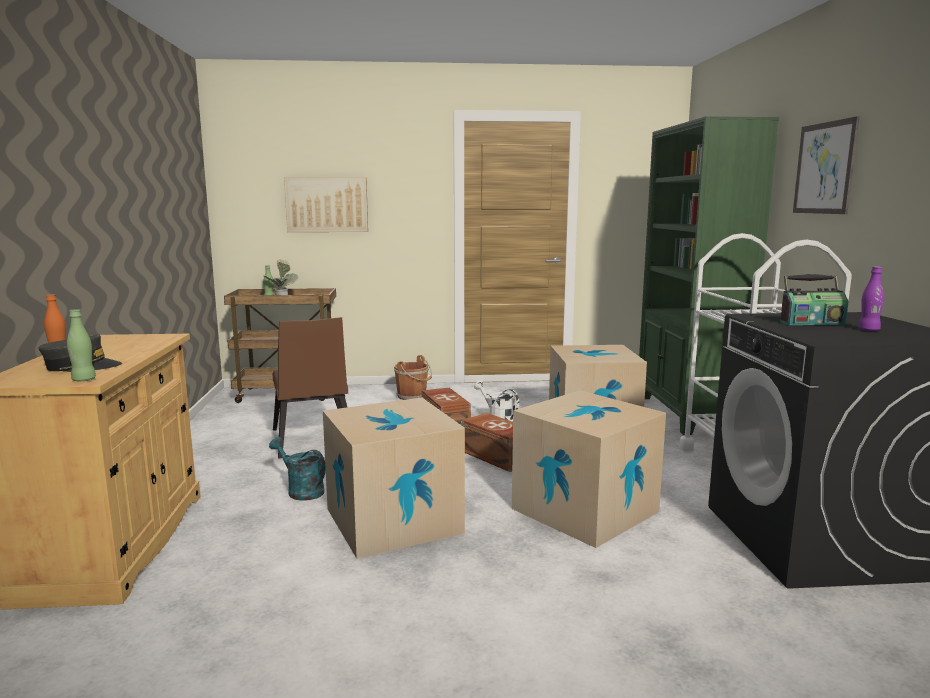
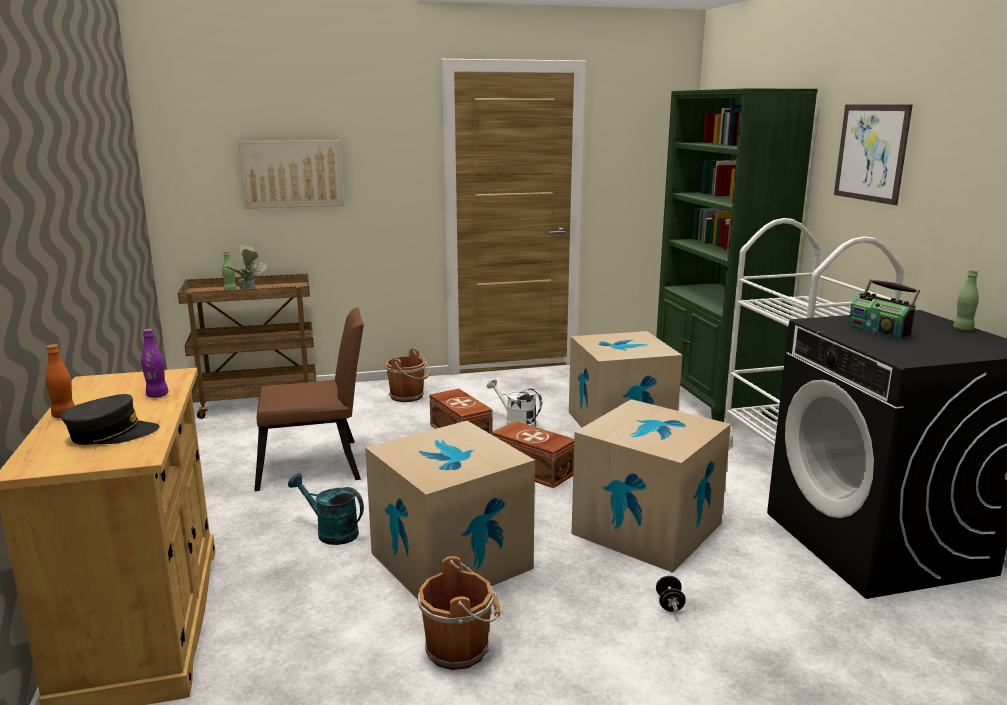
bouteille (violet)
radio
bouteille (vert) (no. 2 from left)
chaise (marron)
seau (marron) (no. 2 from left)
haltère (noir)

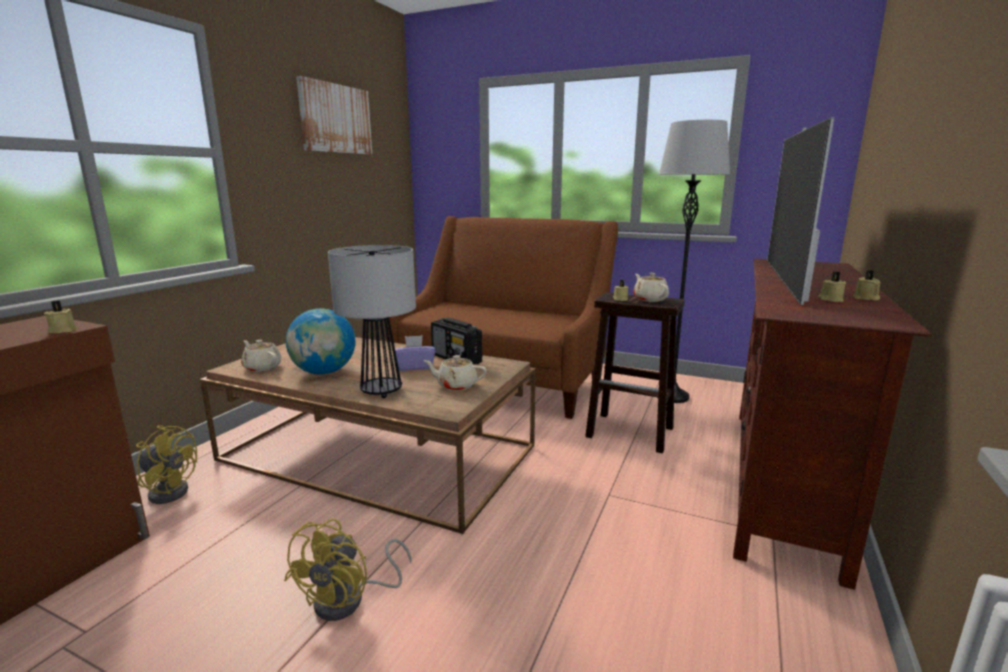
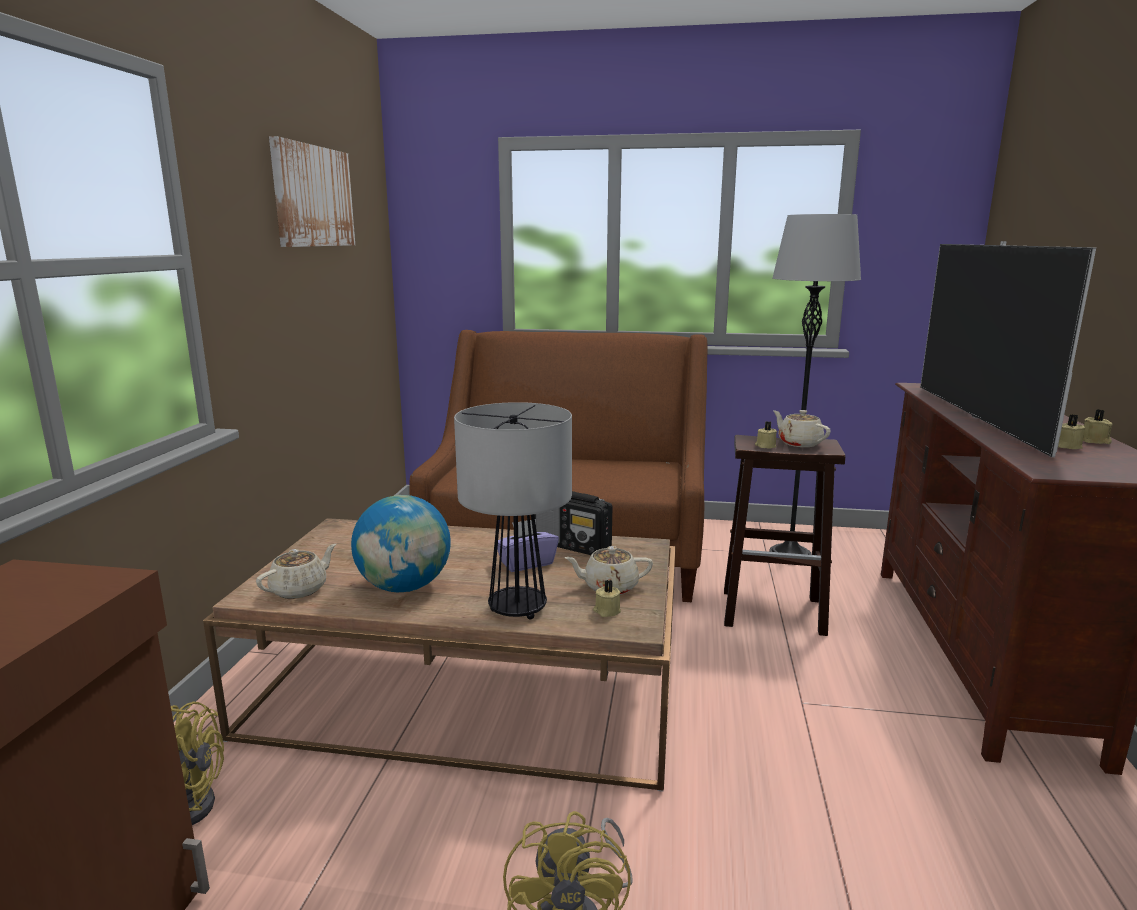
bougie (beige) (no. 1 from left)
théière (beige) (no. 1 from left)

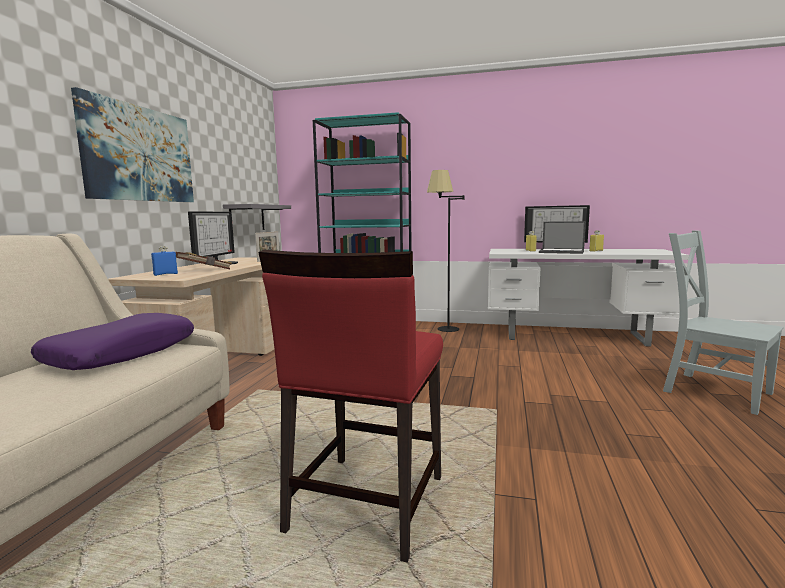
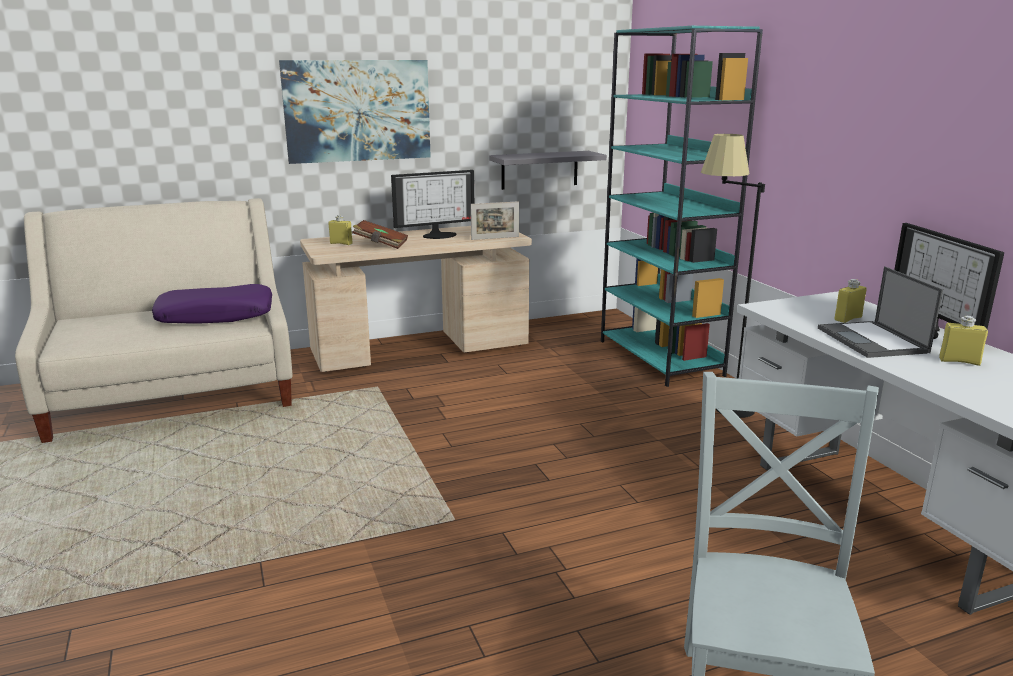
bouteille (jaune) (no. 1 from left)
chaise (rouge)

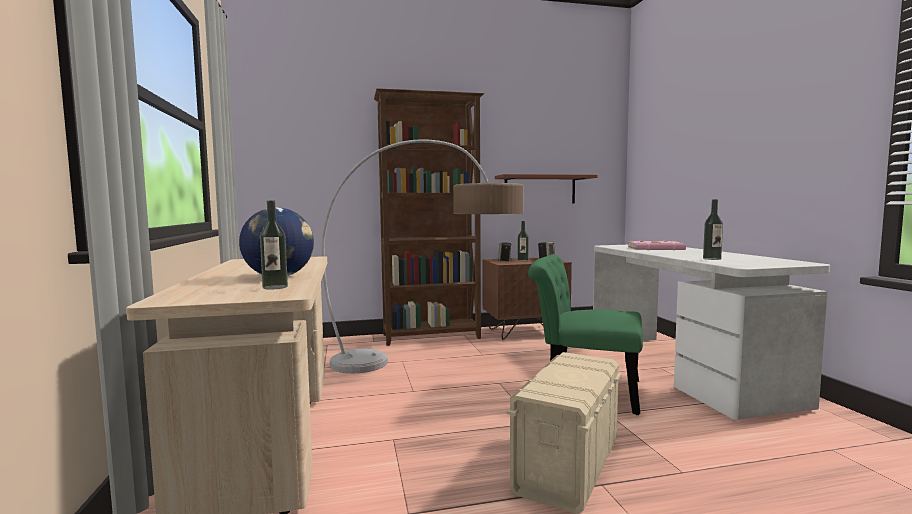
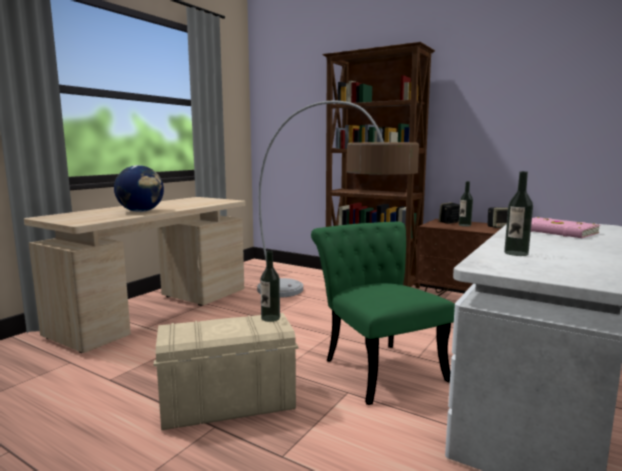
étagère
bouteille (no. 1 from left)

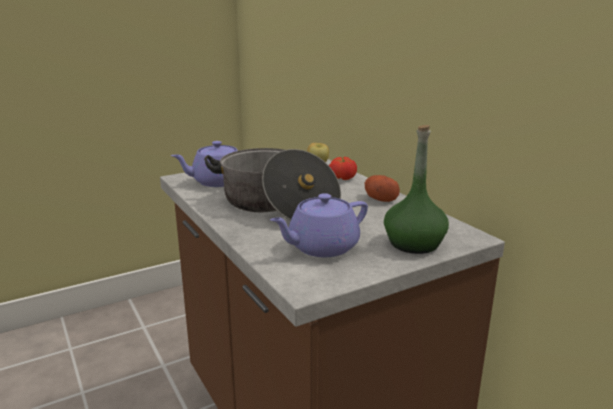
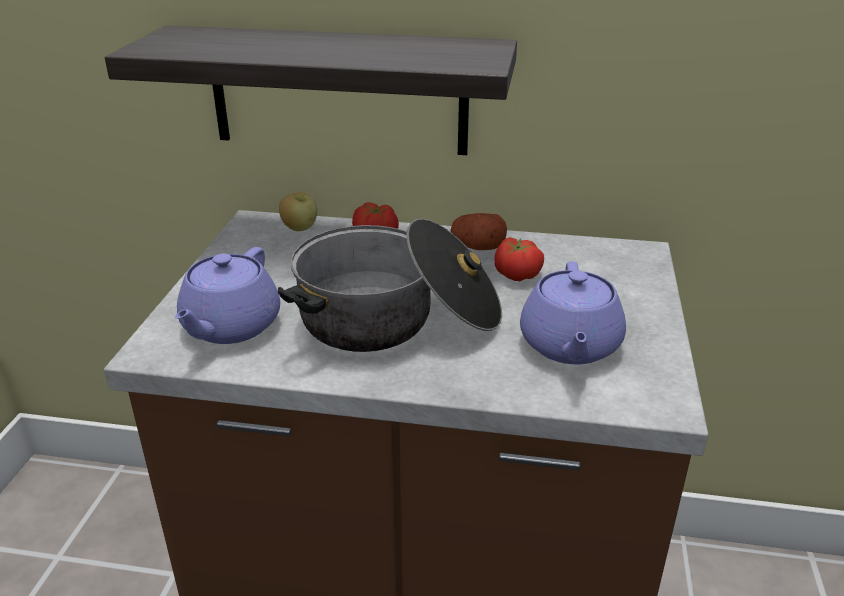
bouteille (vert)
étagère
tomate (no. 2 from left)

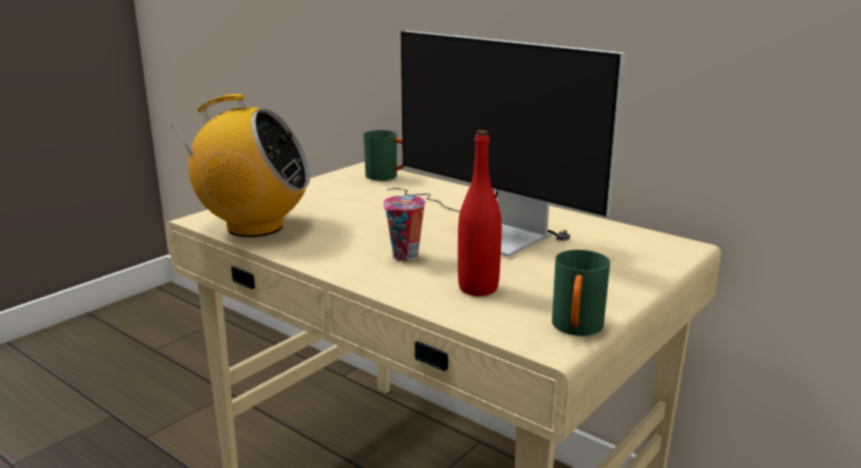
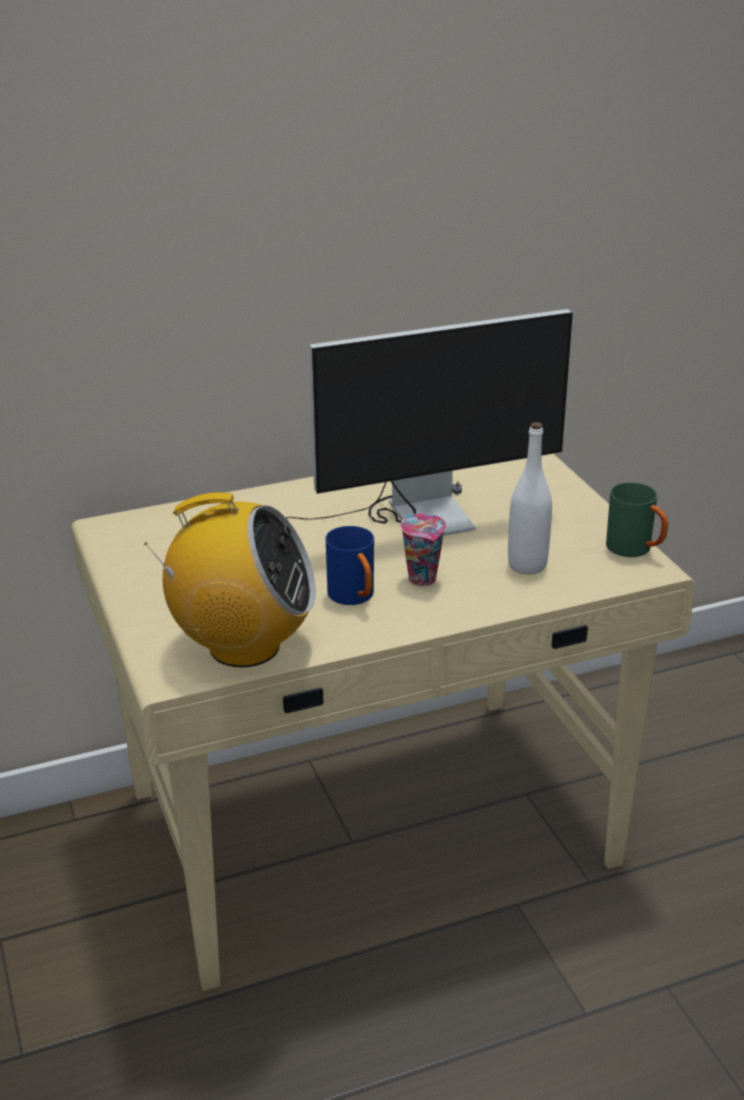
radio
mug (vert) (no. 1 from left in the first image)
bouteille (blanc)
mug (bleu)

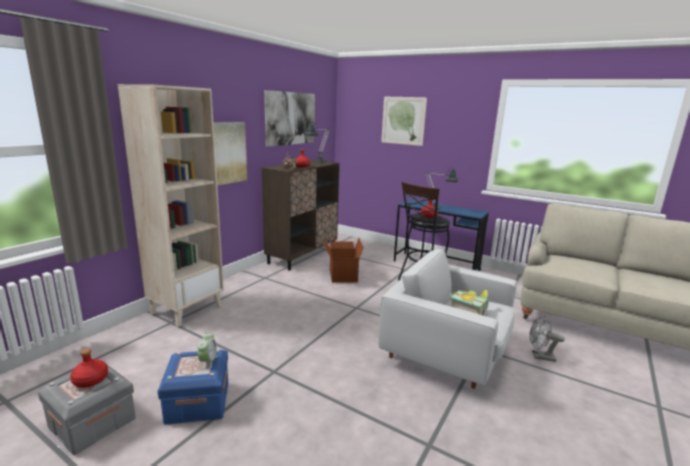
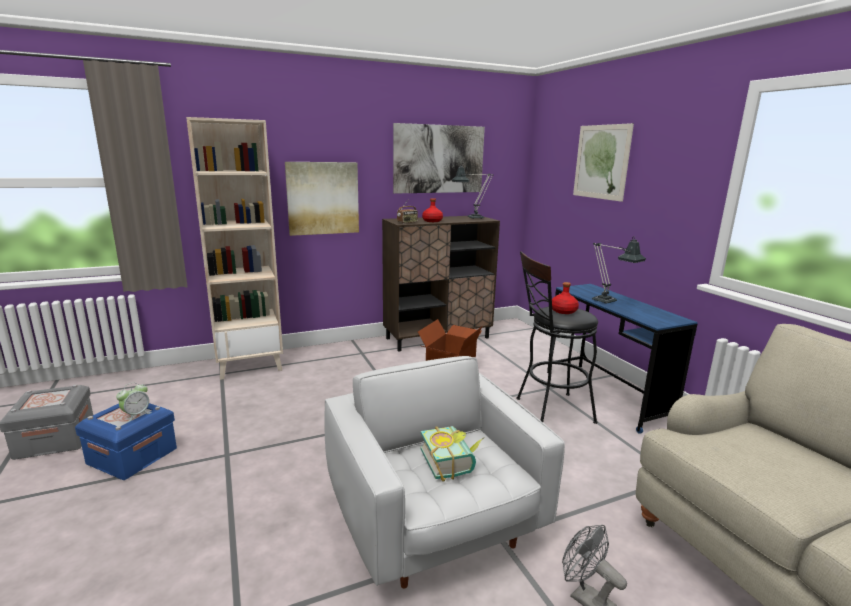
bouteille (rouge) (no. 1 from left in the first image)

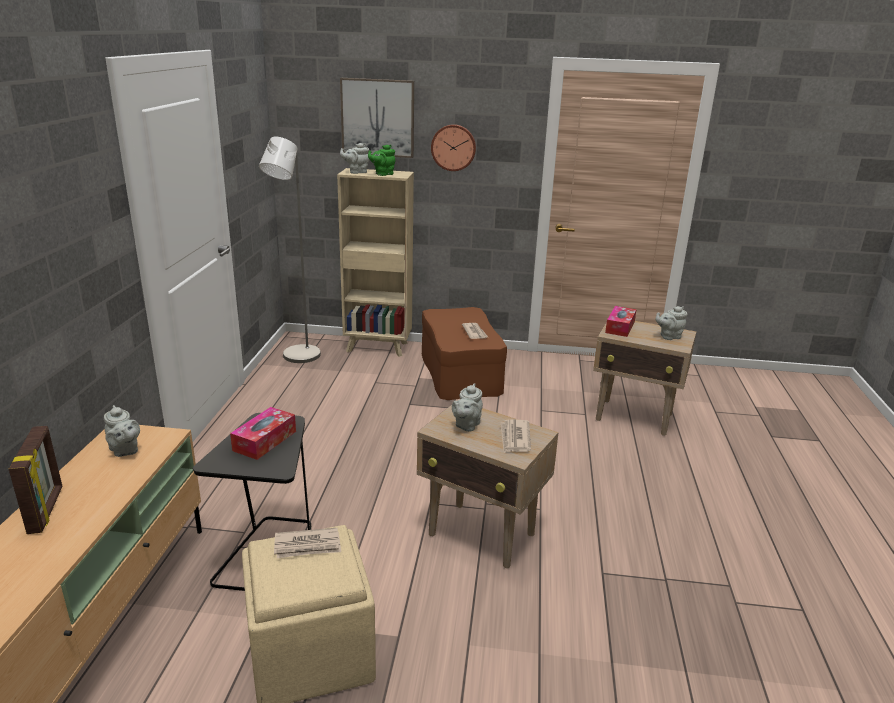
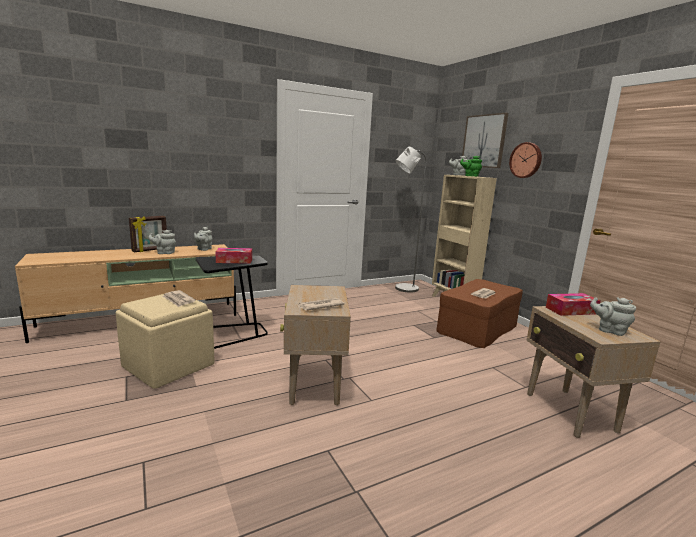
théière (gris) (no. 1 from left)

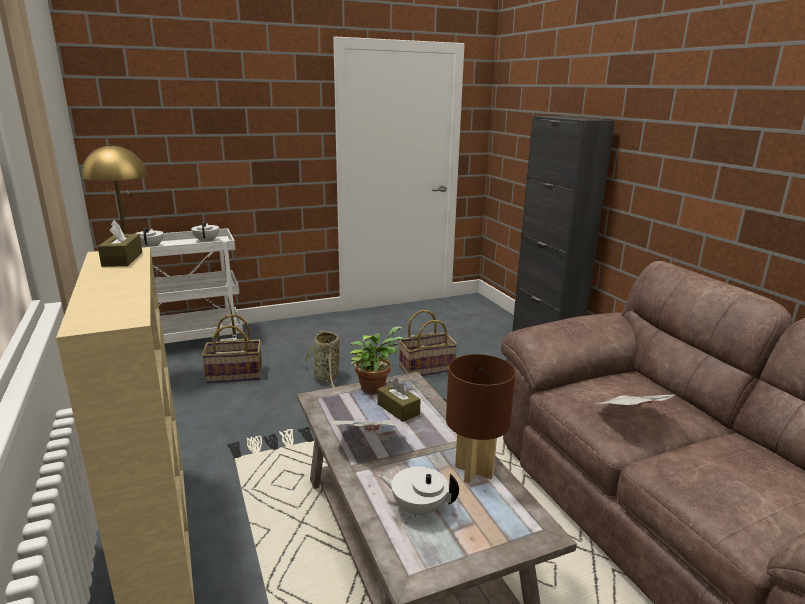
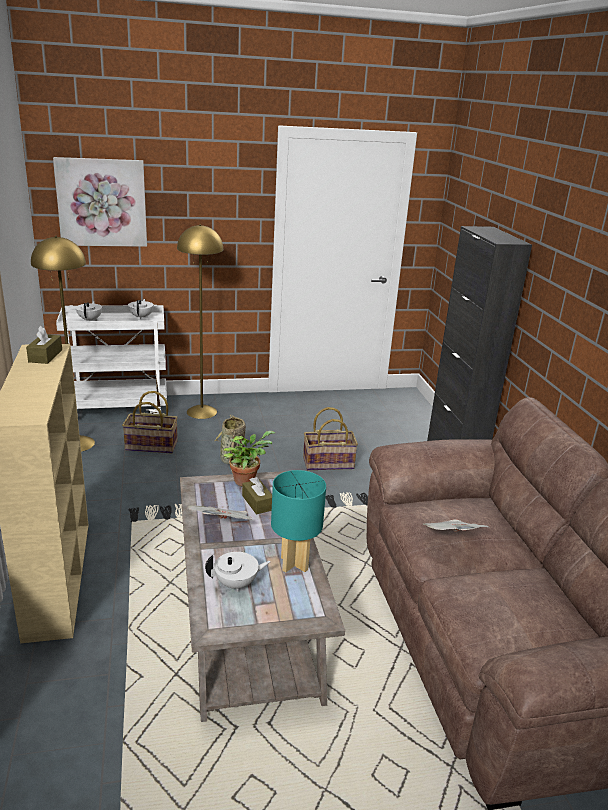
lampe de table (turquoise)
théière (blanc) (no. 3 from left)
tableau
lampadaire (jaune) (no. 2 from left)

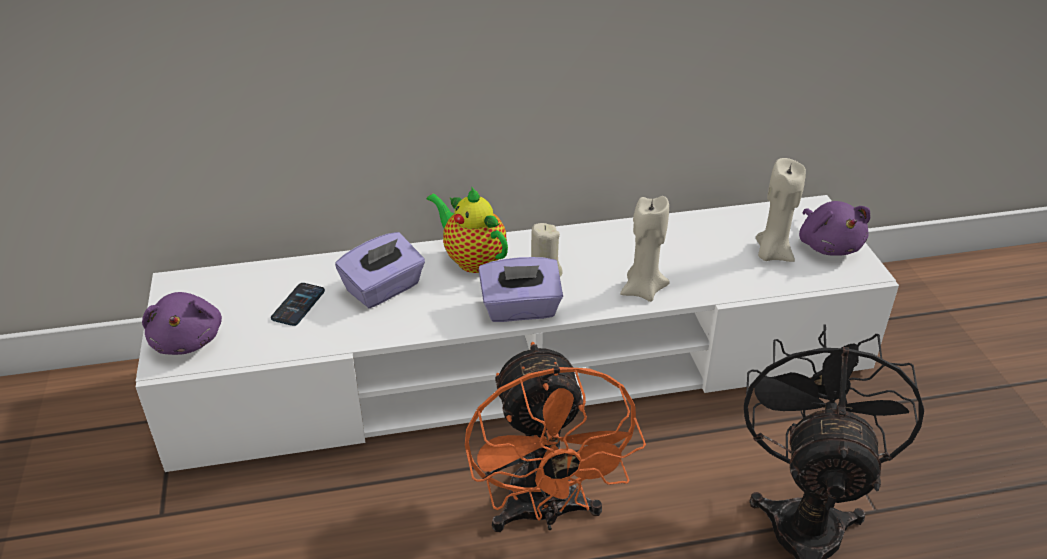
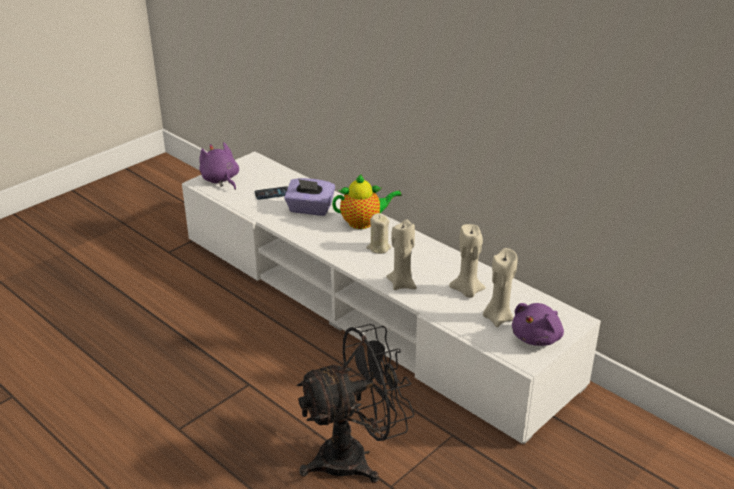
théière
boîte à mouchoirs (violet) (no. 2 from left in the first image)
peluche (violet) (no. 1 from left)
ventilateur (orange)
bougie (beige) (no. 3 from left)

